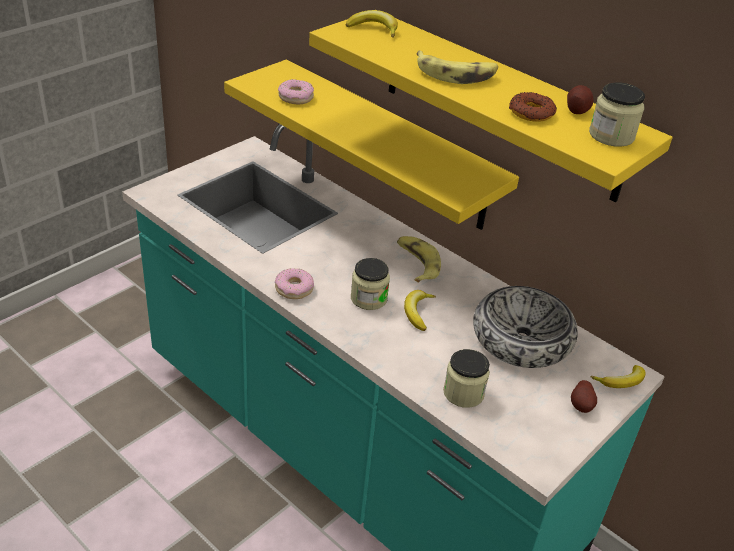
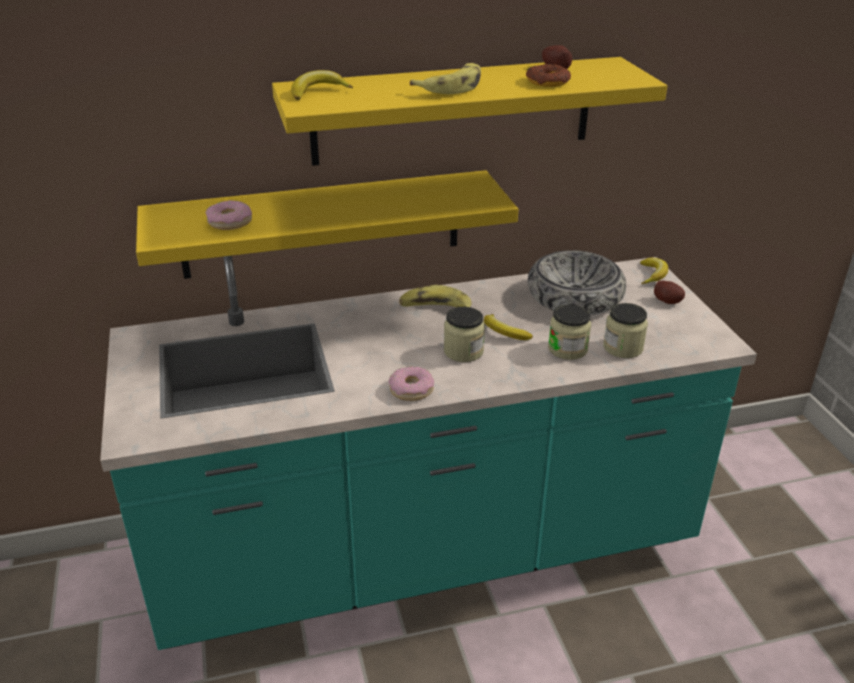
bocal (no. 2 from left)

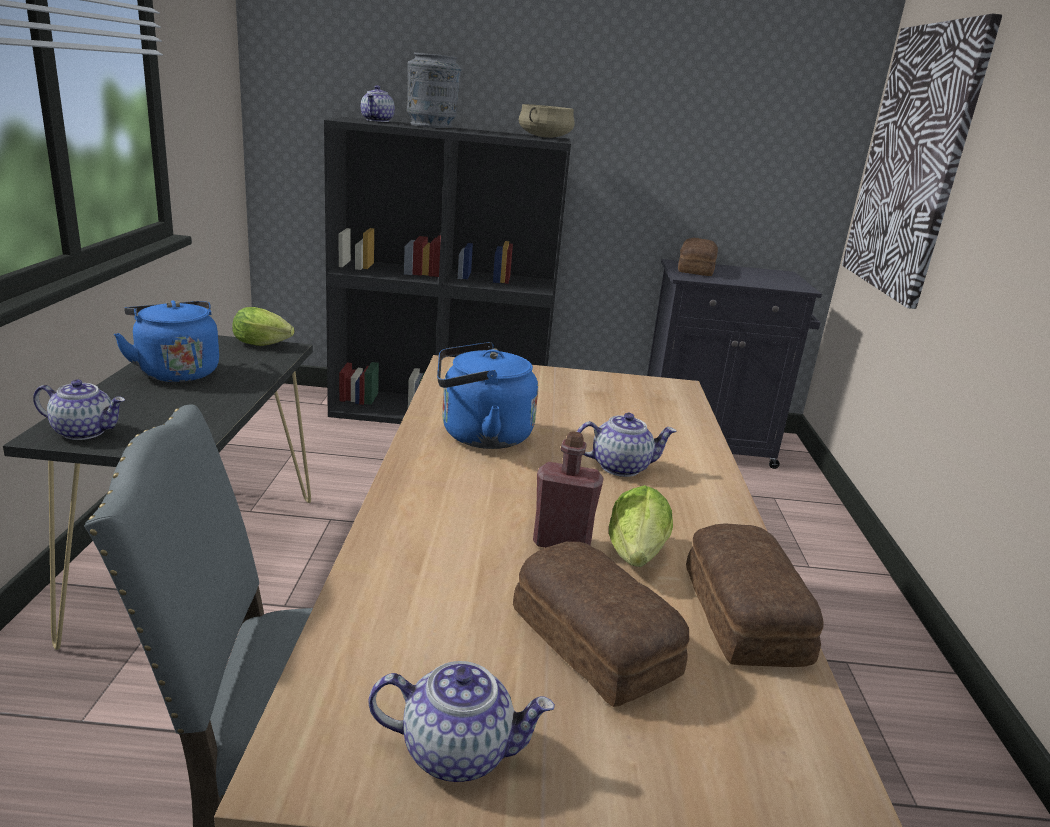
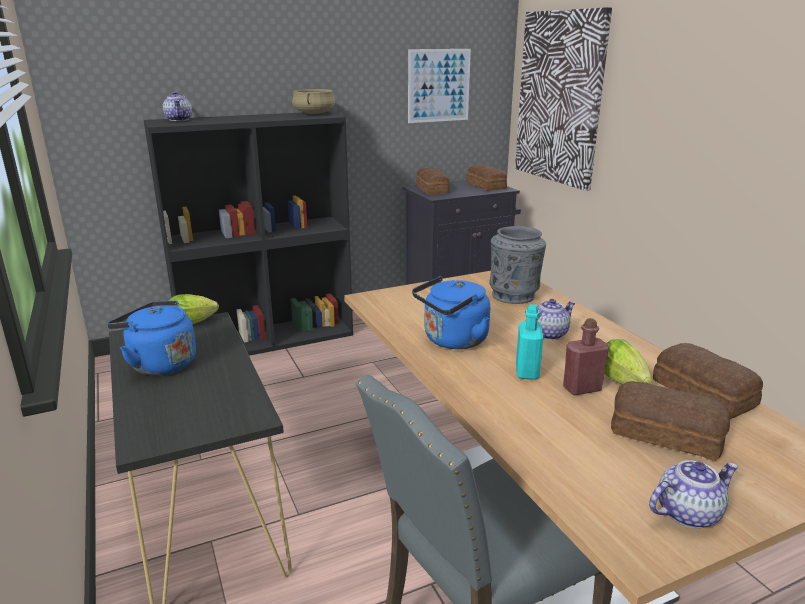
vase (gris)
théière (no. 1 from left in the first image)
tableau (no. 1 from left)
pain (no. 2 from left)
bouteille (turquoise)

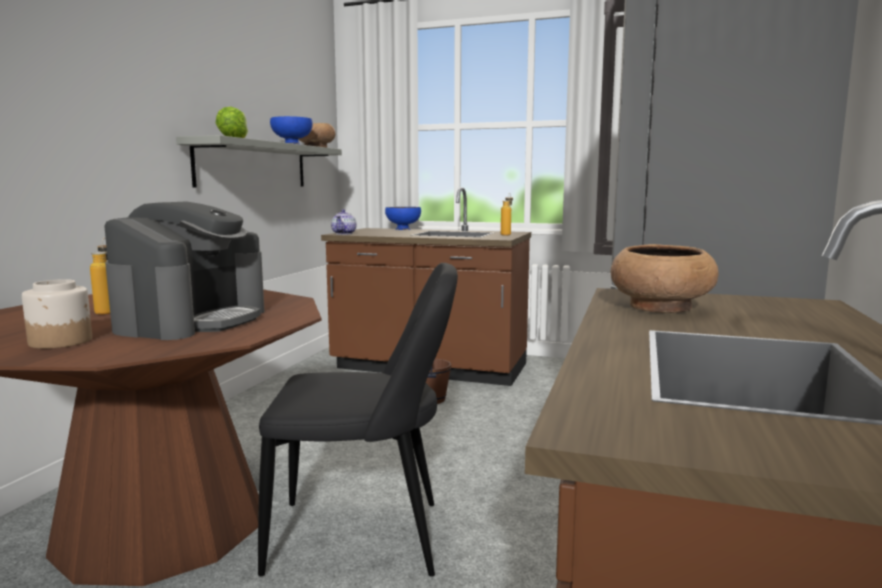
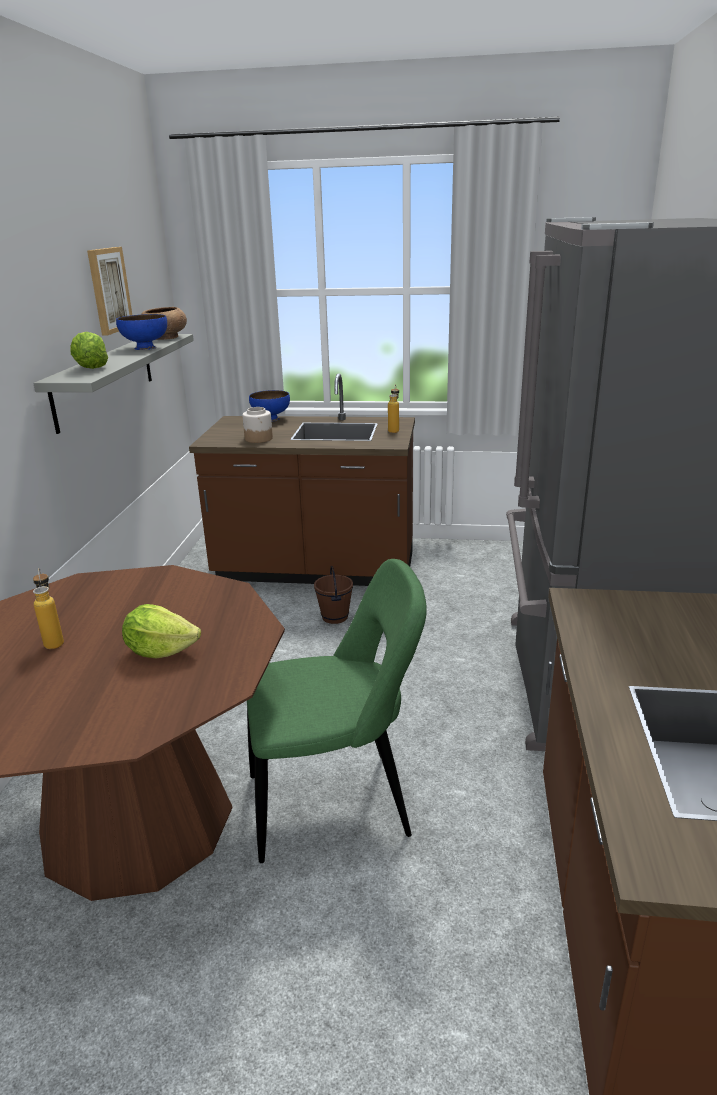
laitue (no. 2 from left)
théière
bol (marron) (no. 2 from left in the first image)
chaise (vert)
bocal
tableau

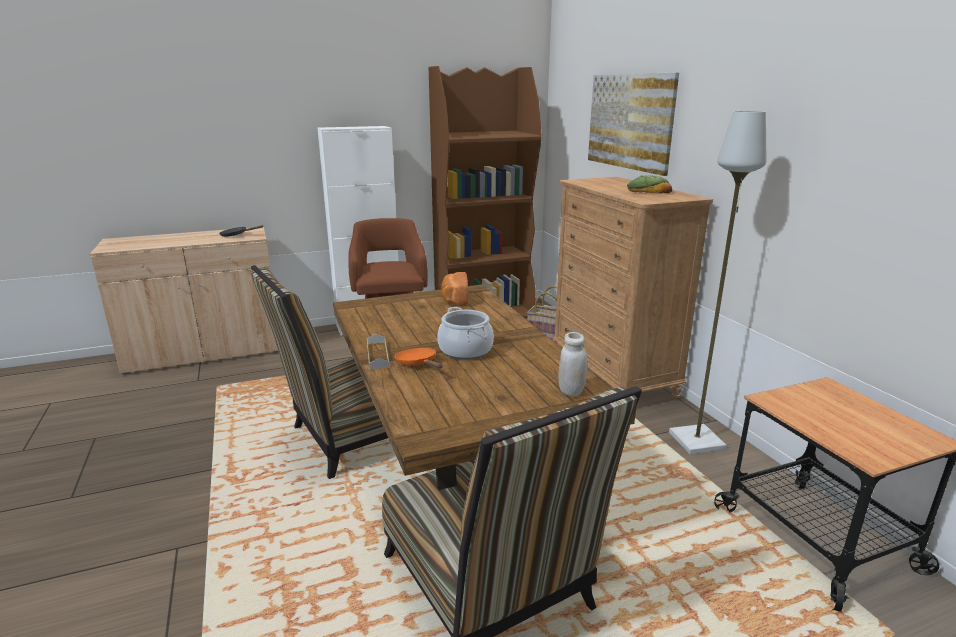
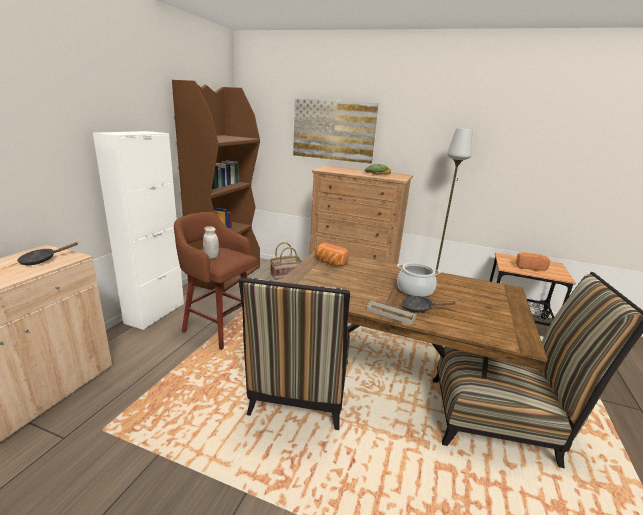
bocal (blanc)
poêle (noir) (no. 2 from left)
pain (no. 3 from left)

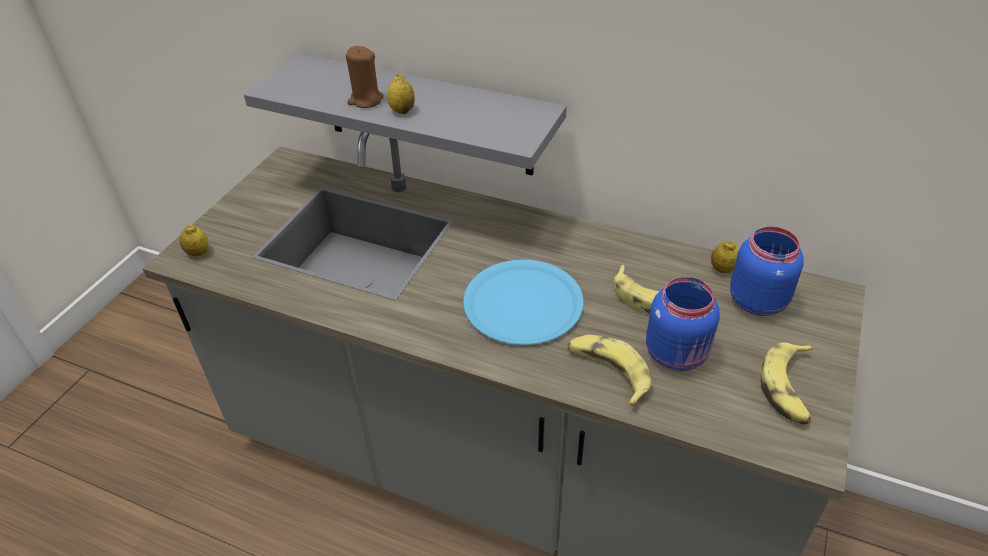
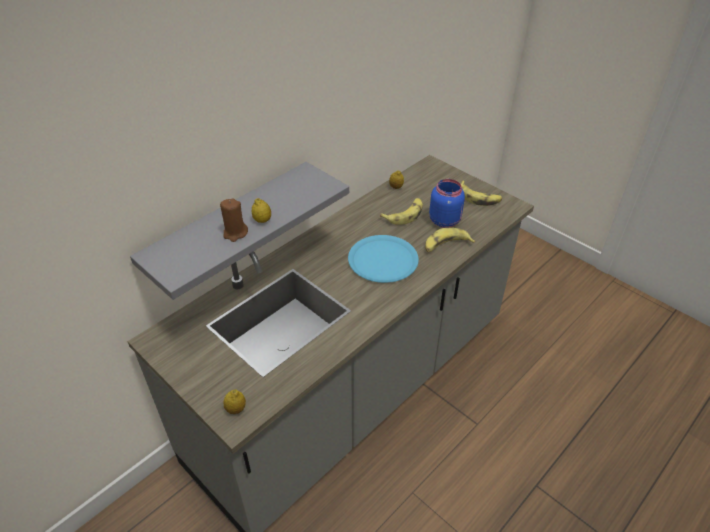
bocal (bleu) (no. 2 from left in the first image)

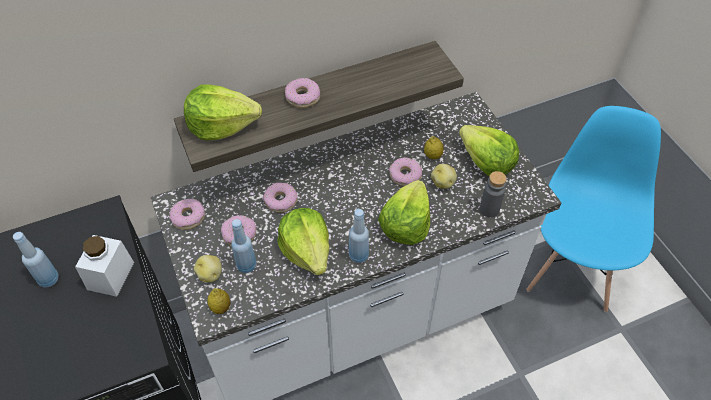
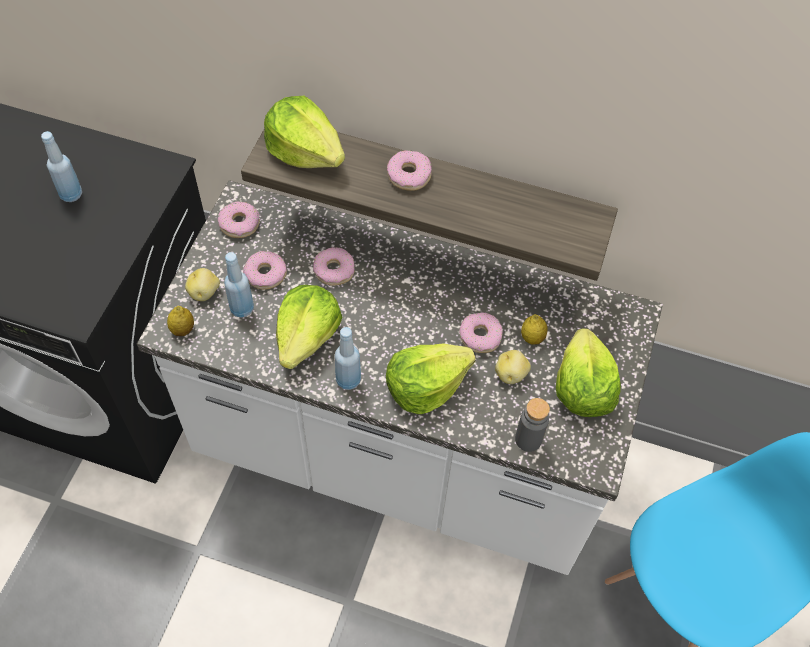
bocal (blanc)

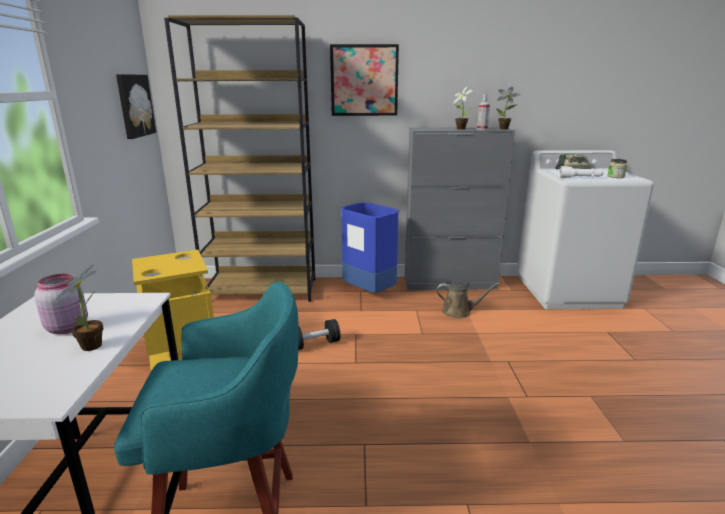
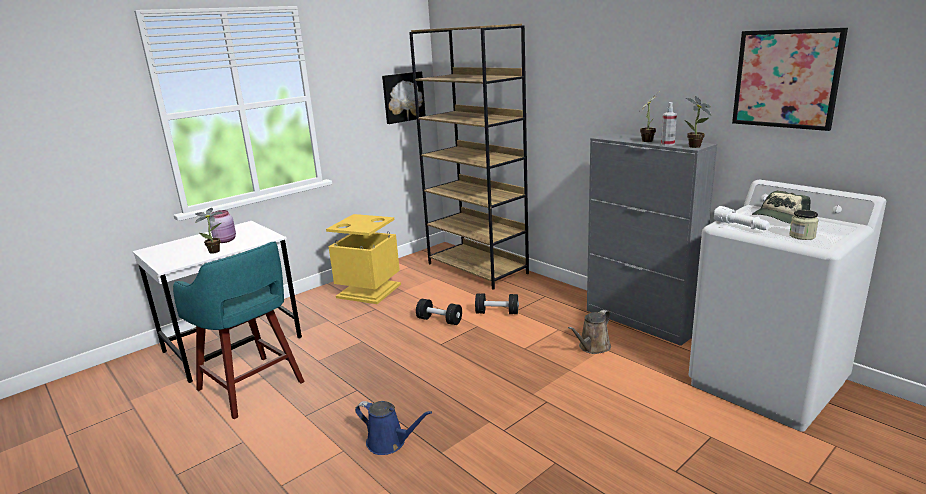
tableau (no. 2 from left)
poubelle (bleu)
arrosoir (marron)
haltère (noir) (no. 2 from left)
arrosoir (bleu)

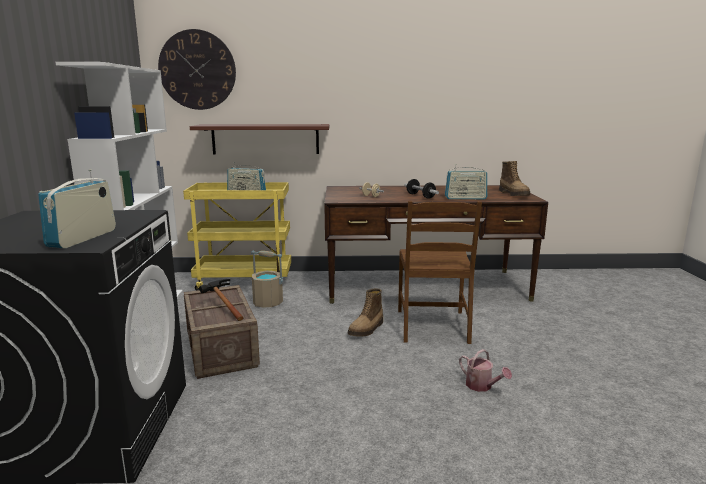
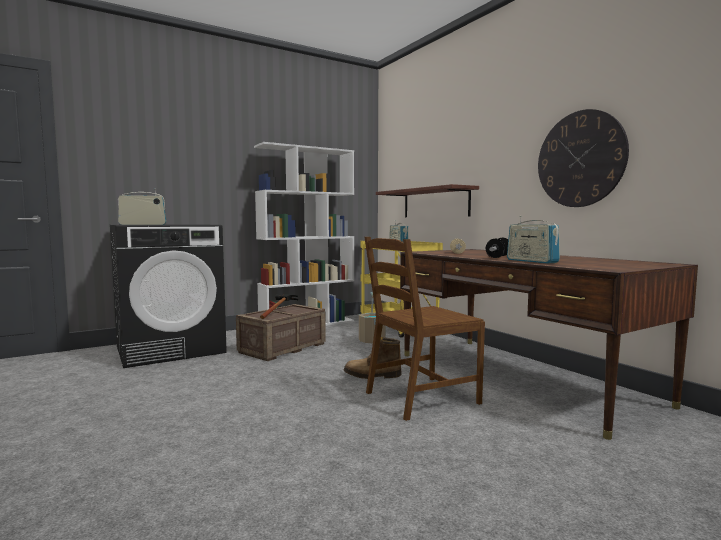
horloge murale
botte (no. 2 from left in the first image)
arrosoir

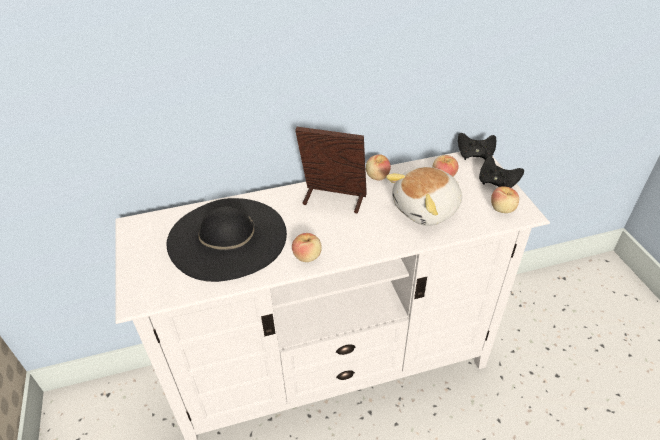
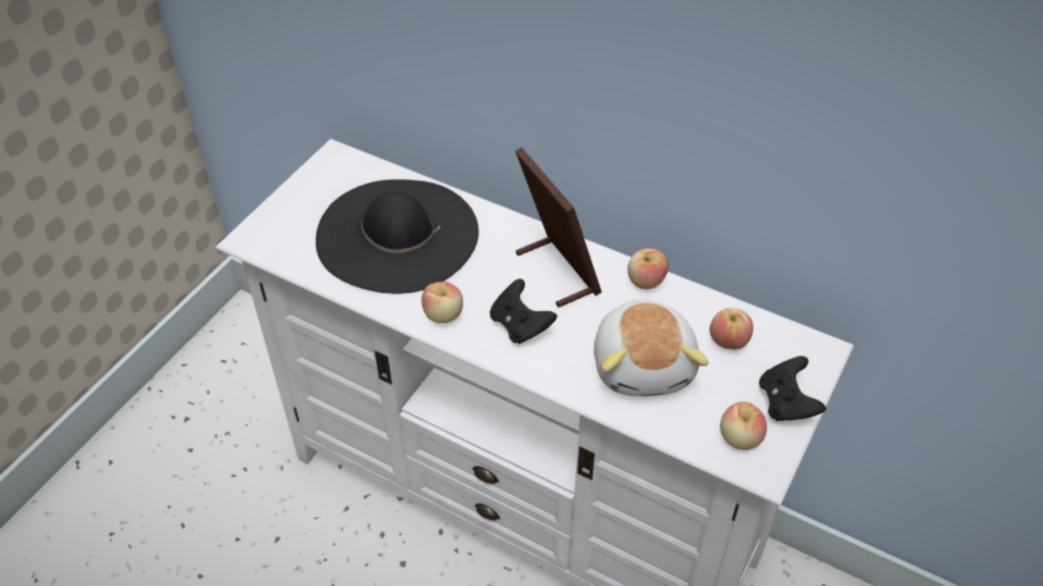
manette (noir) (no. 1 from left)
peluche

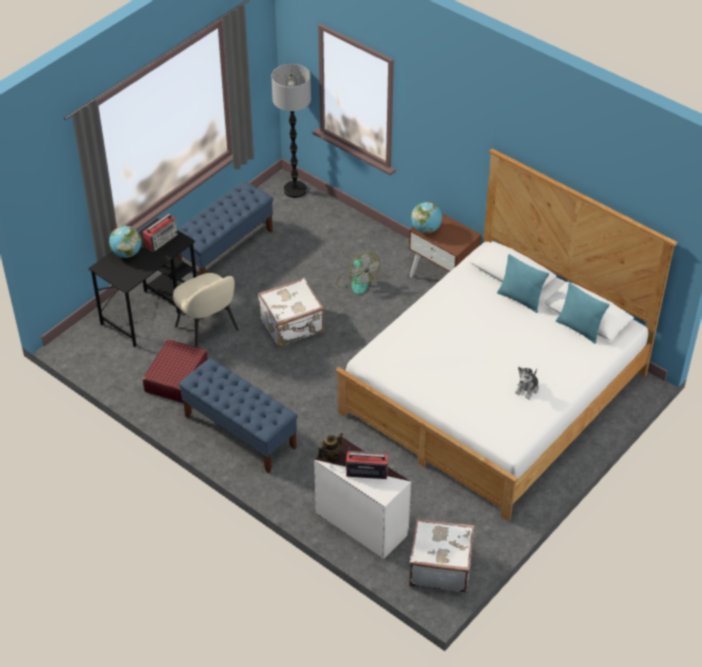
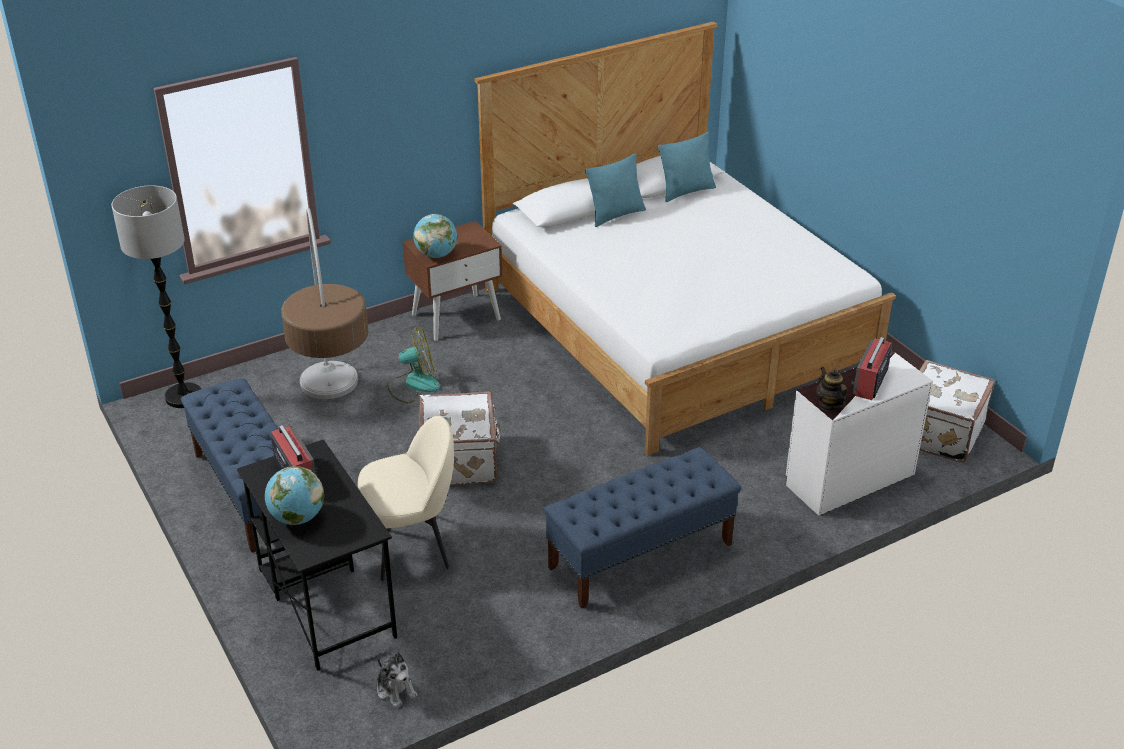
valise (rouge)
peluche
lampadaire (no. 2 from left)

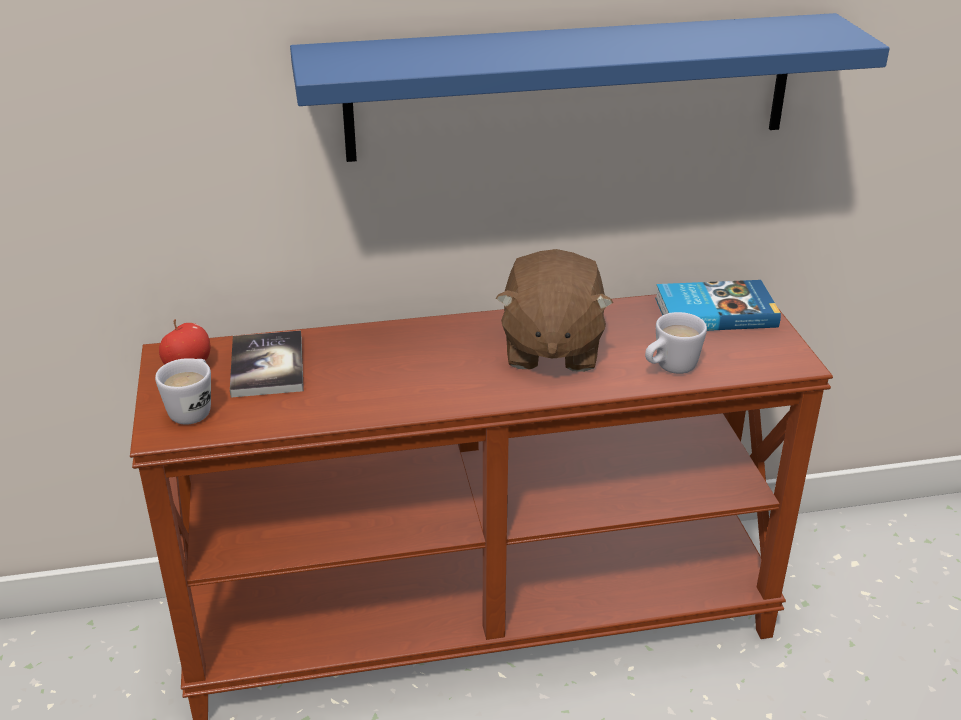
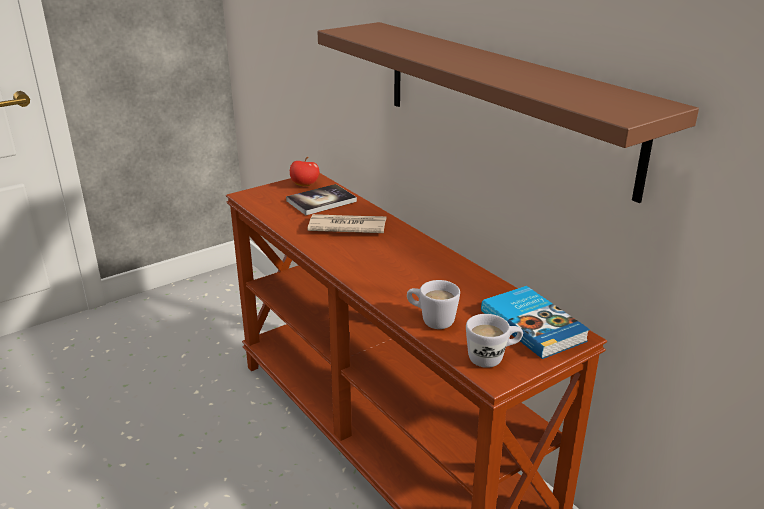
étagère (marron)
peluche (marron)
mug (blanc) (no. 2 from left)
journal

